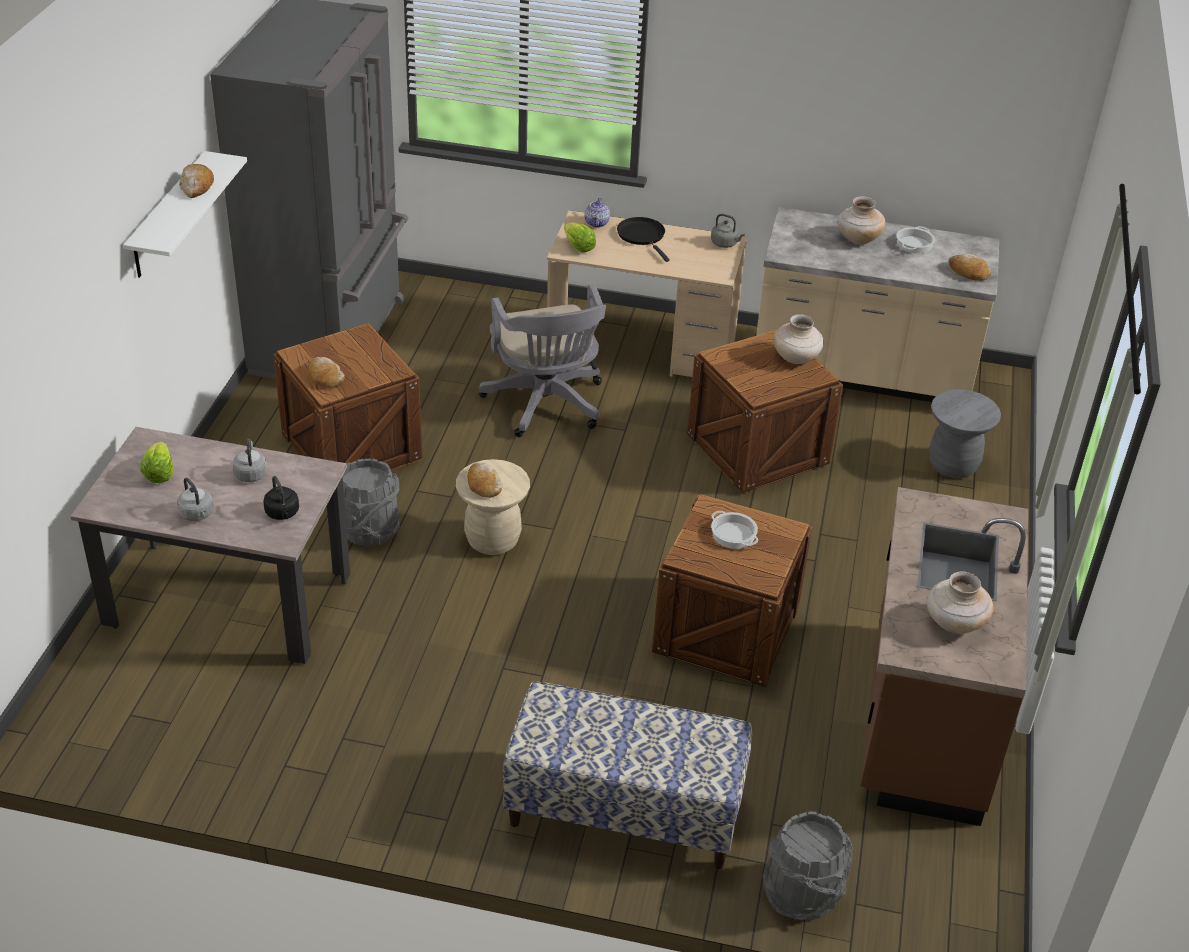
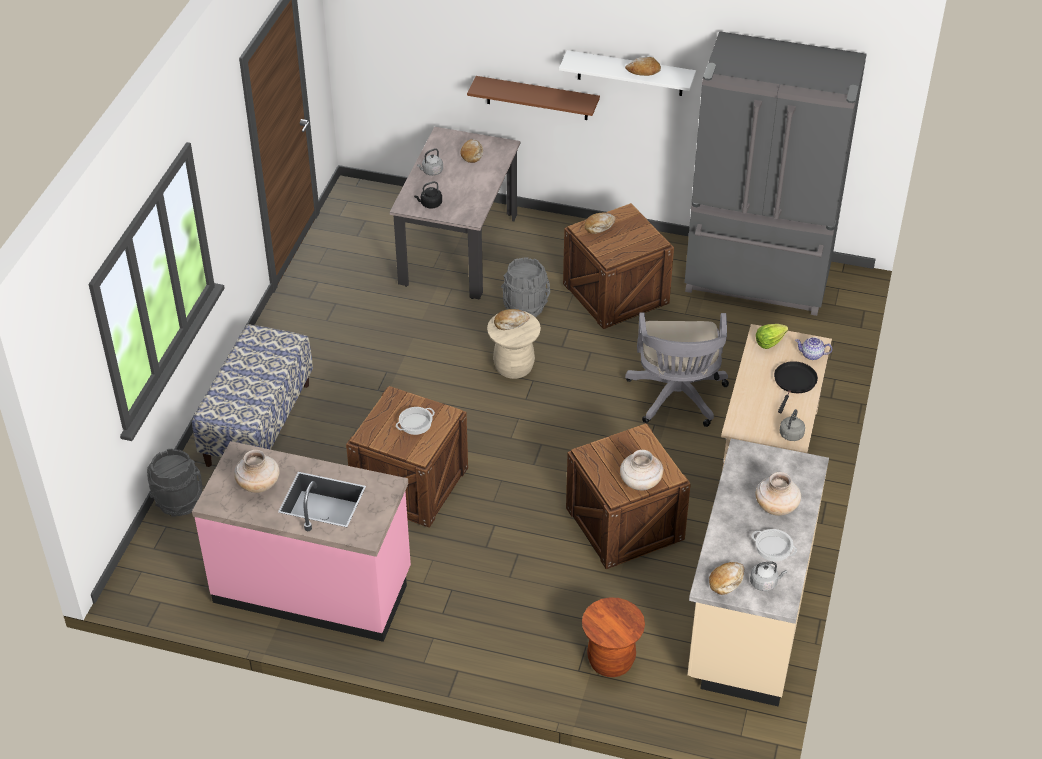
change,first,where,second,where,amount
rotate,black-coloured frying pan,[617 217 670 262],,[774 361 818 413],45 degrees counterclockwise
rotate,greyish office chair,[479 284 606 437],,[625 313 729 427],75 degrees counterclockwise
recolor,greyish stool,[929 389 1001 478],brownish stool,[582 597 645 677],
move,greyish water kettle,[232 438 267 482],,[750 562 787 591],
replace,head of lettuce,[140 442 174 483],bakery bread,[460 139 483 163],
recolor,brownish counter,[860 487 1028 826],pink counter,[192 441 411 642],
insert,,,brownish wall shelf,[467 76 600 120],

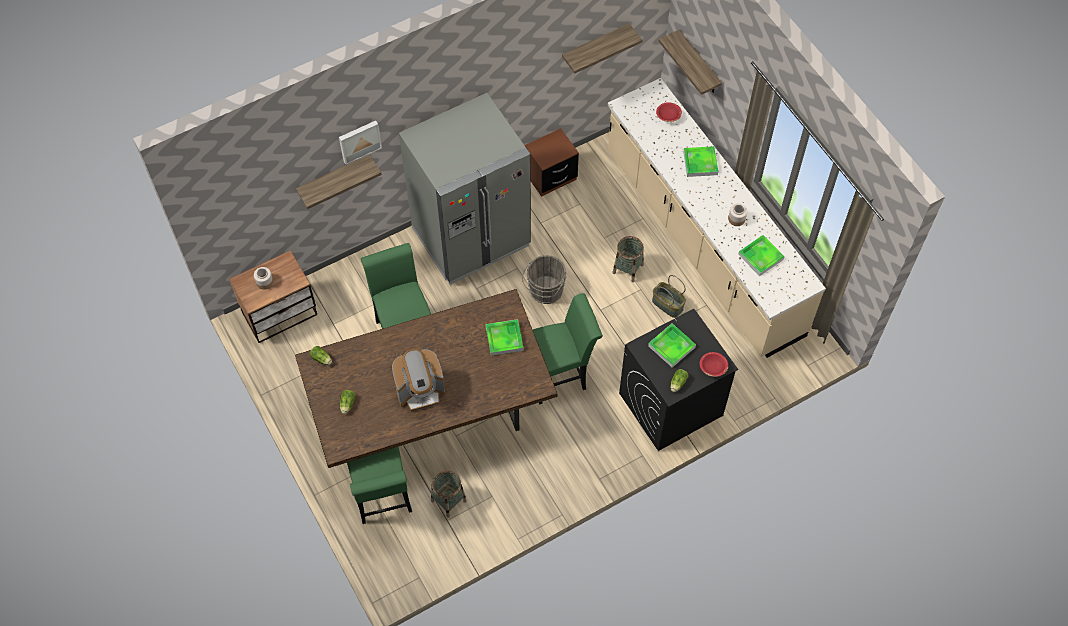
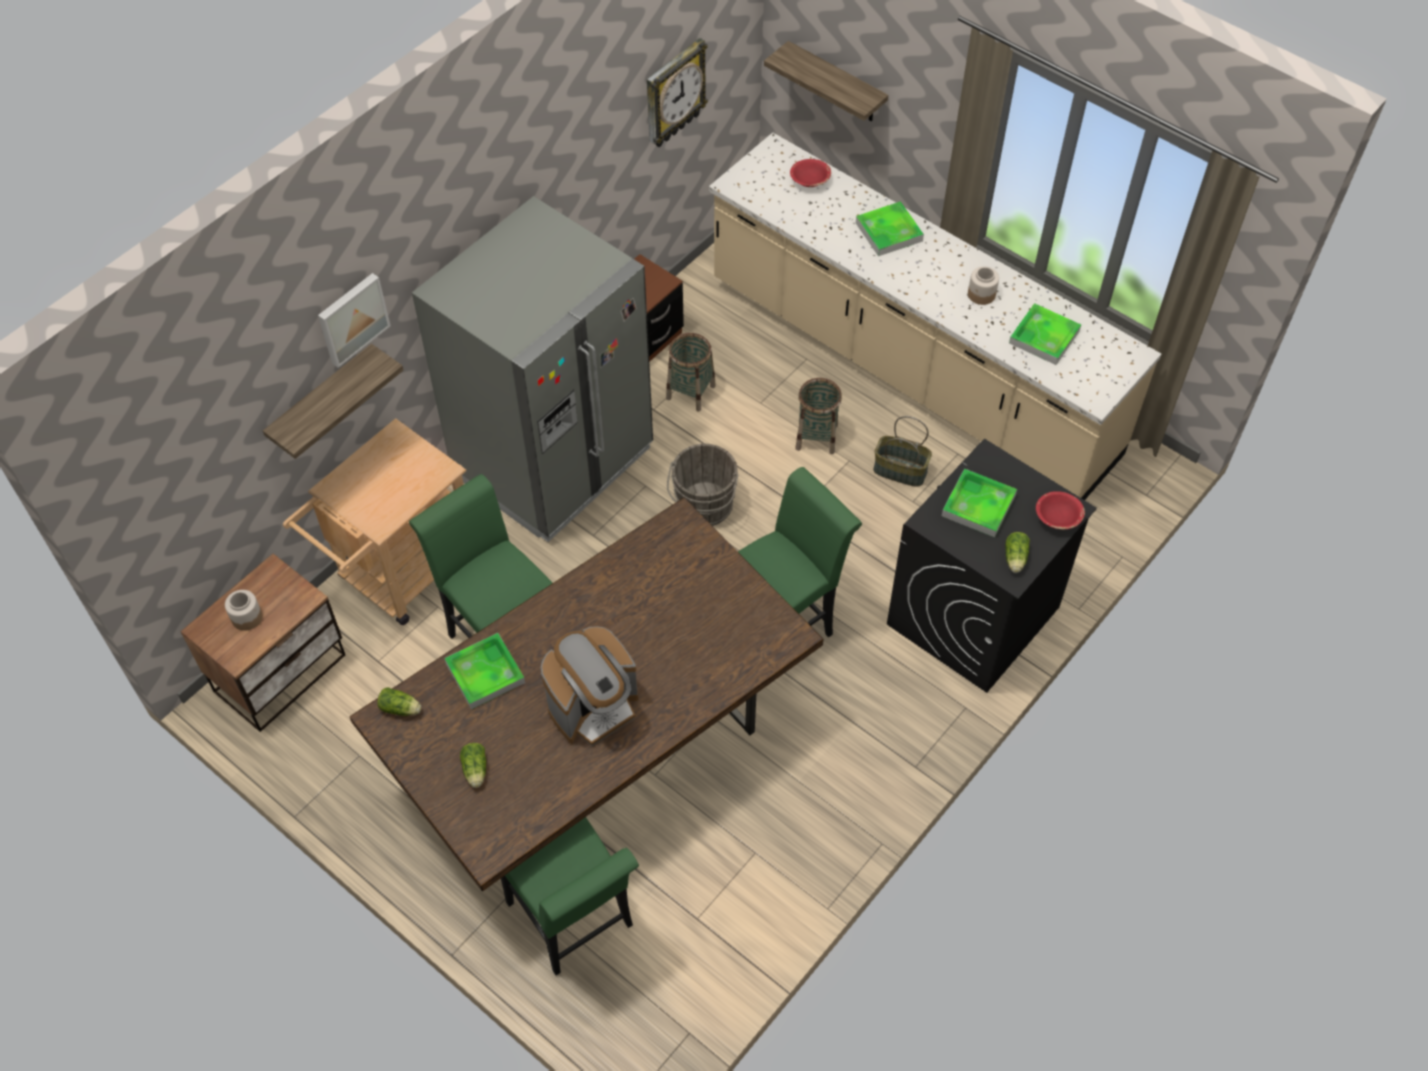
change,first,where,second,where,amount
replace,wall shelf,[562 24 642 74],wall clock,[647 38 708 147],
move,tray,[486 319 524 356],,[444 633 525 709],
move,household basket,[431 470 467 518],,[666 333 716 411],
insert,,,beige-coloured cart,[283 418 466 625],

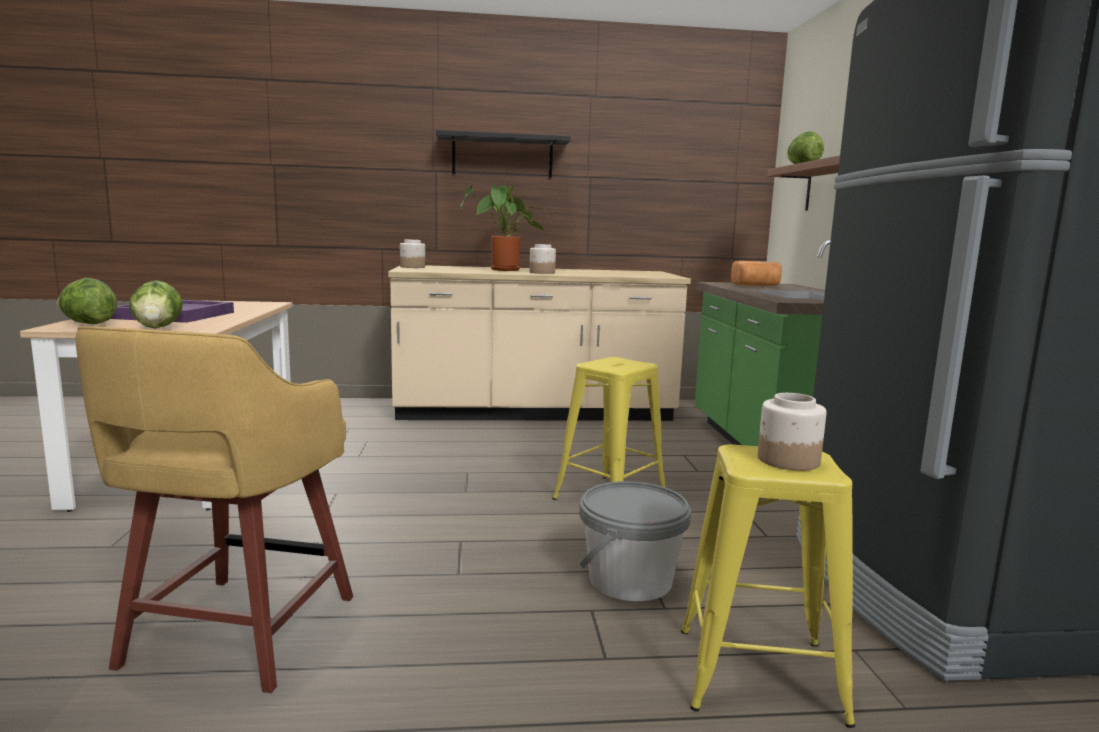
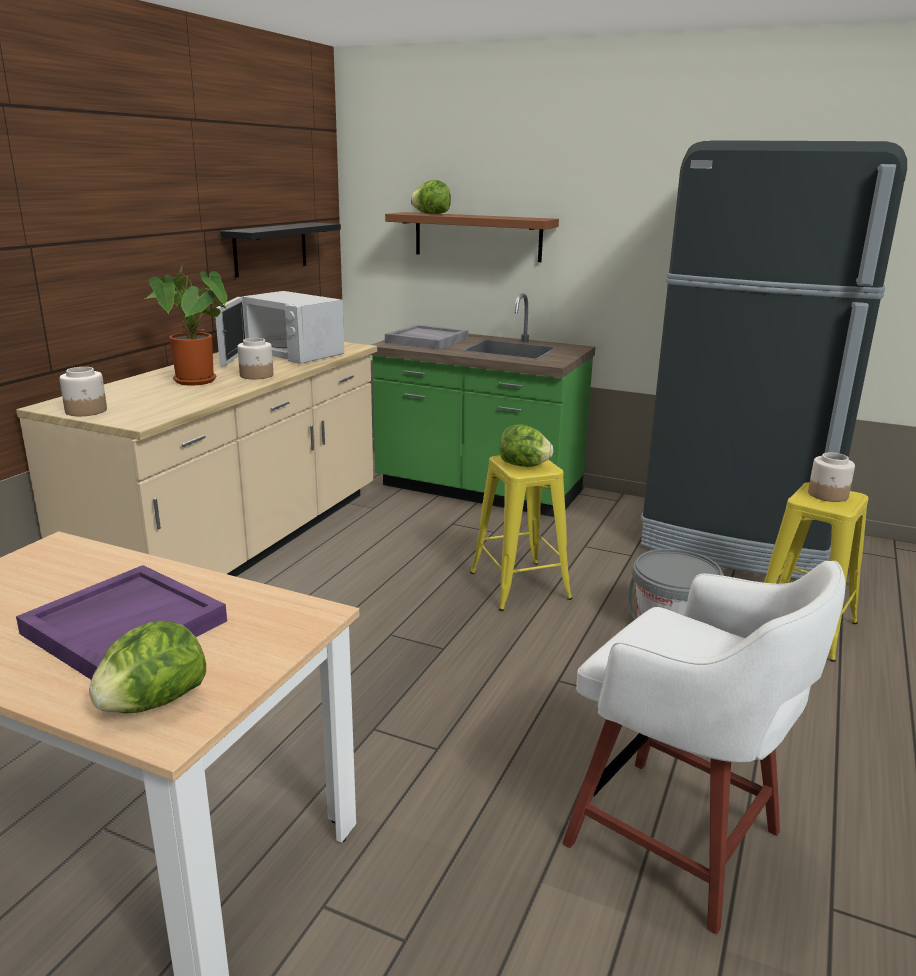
change,first,where,second,where,amount
move,black-coloured wall shelf,[436 130 571 178],,[220 222 341 278],
replace,bakery bread,[731 261 782 286],greyish tray,[385 324 468 350],
move,head of lettuce,[129 280 183 329],,[500 424 553 467],
recolor,yellow-coloured stool,[76 327 353 693],whitish stool,[563 561 846 934],
insert,,,whitish microwave,[215 291 344 366],

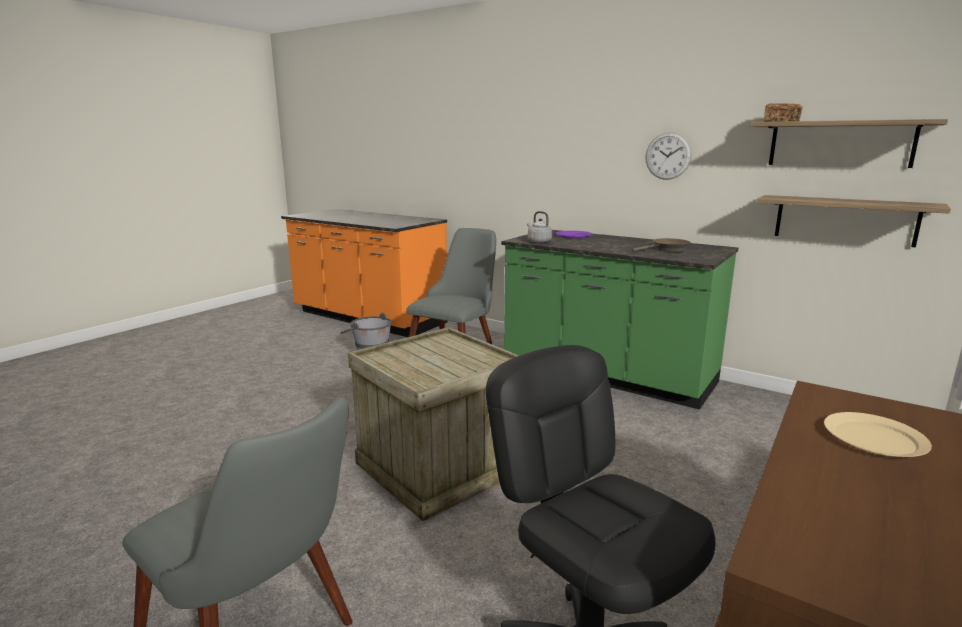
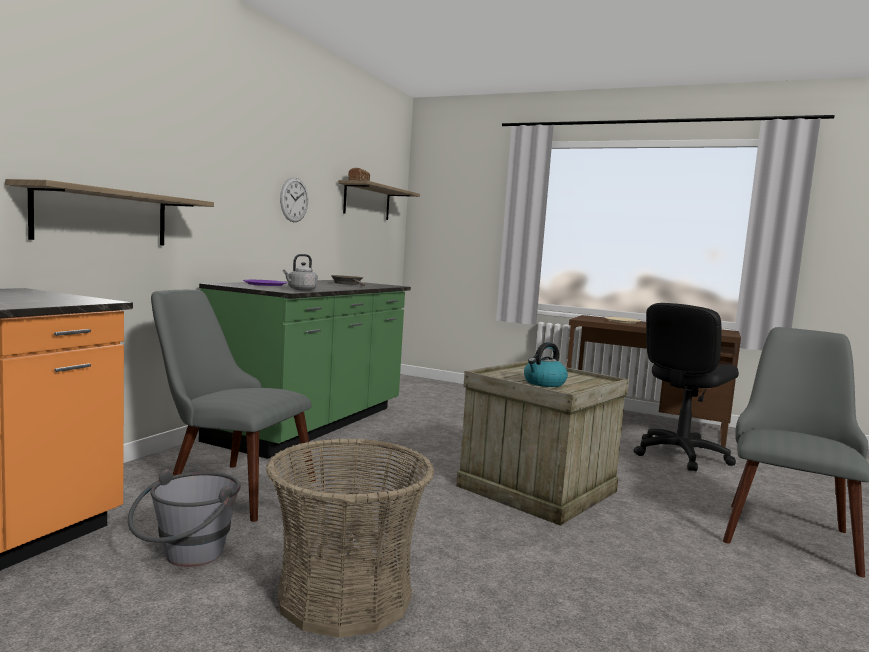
change,first,where,second,where,amount
move,wall shelf,[756 195 951 247],,[5 179 214 245],
insert,,,water kettle,[524 342 568 387],
insert,,,household basket,[266 438 434 638],

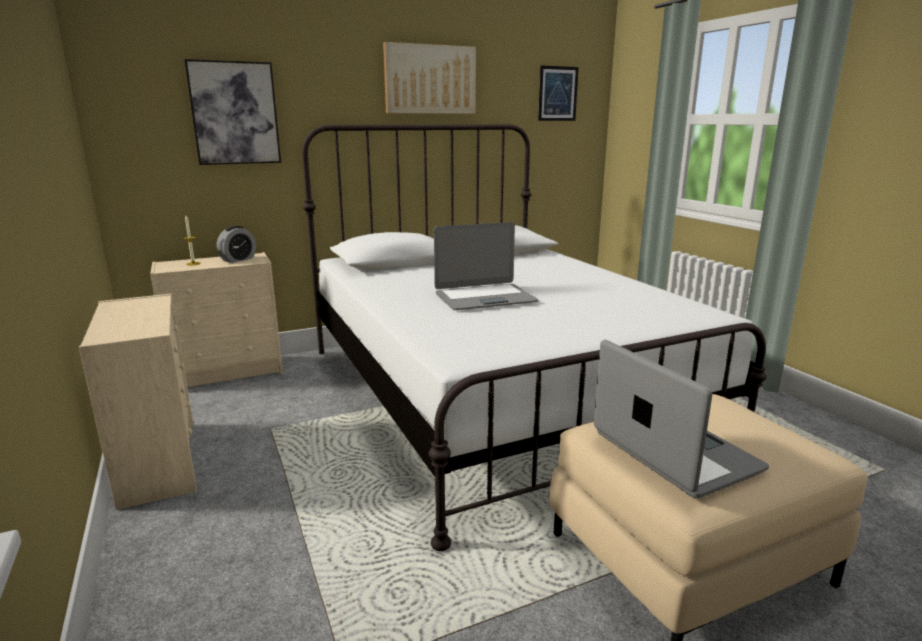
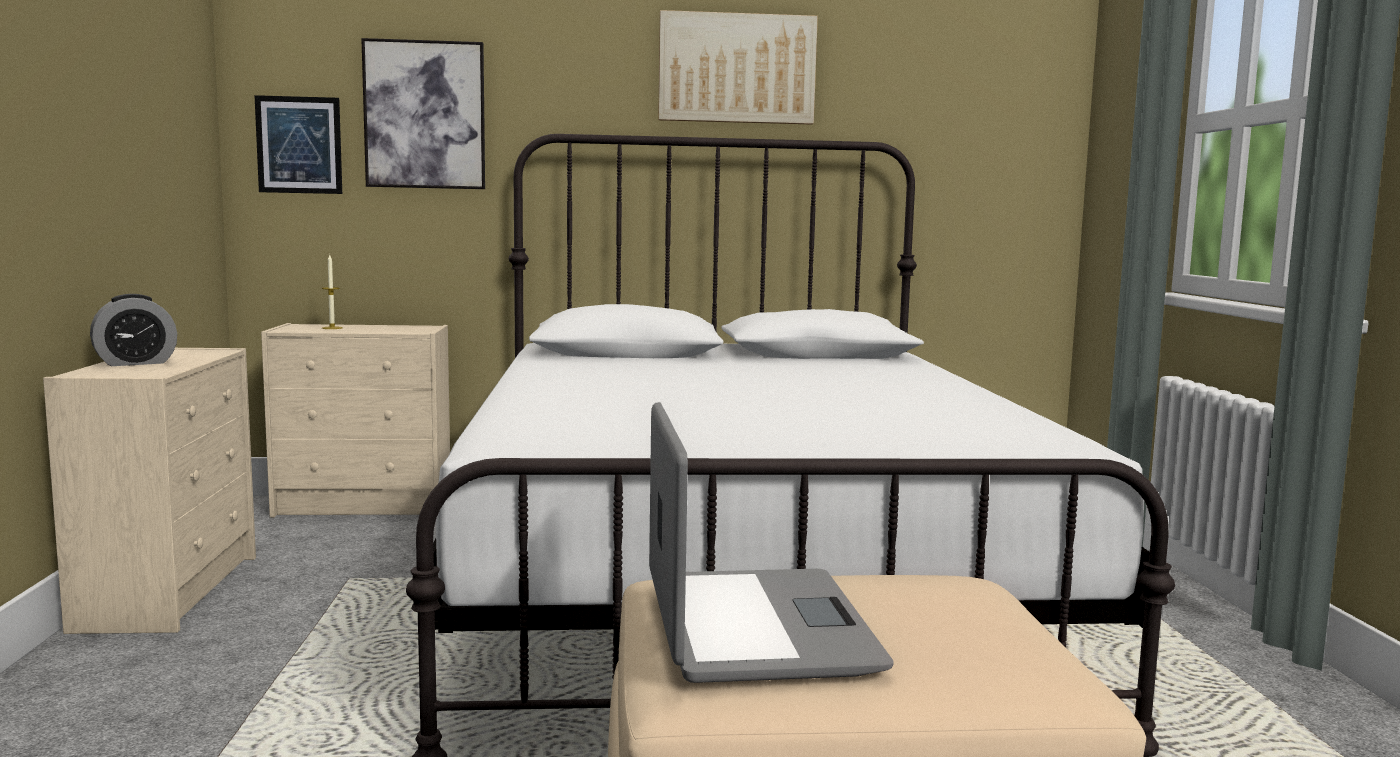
change,first,where,second,where,amount
move,wall picture,[538 65 579 121],,[255 95 342 194],
delete,portable computer,[434 222 539 310],,,
move,table clock,[217 226 256 263],,[90 294 177 366],

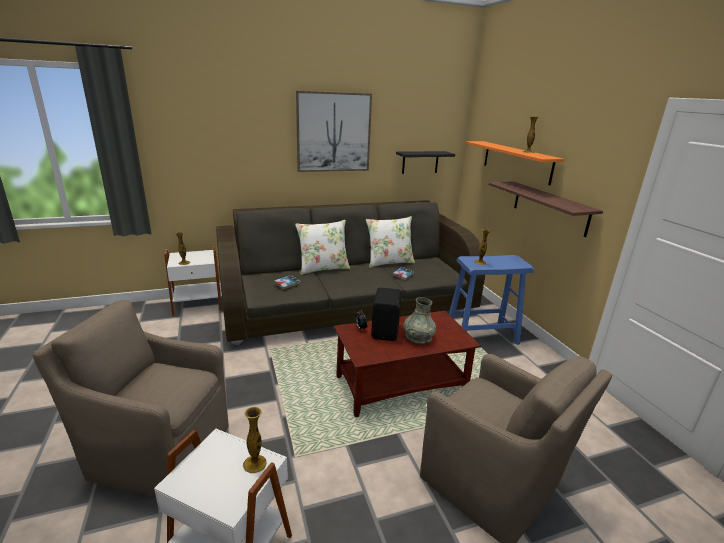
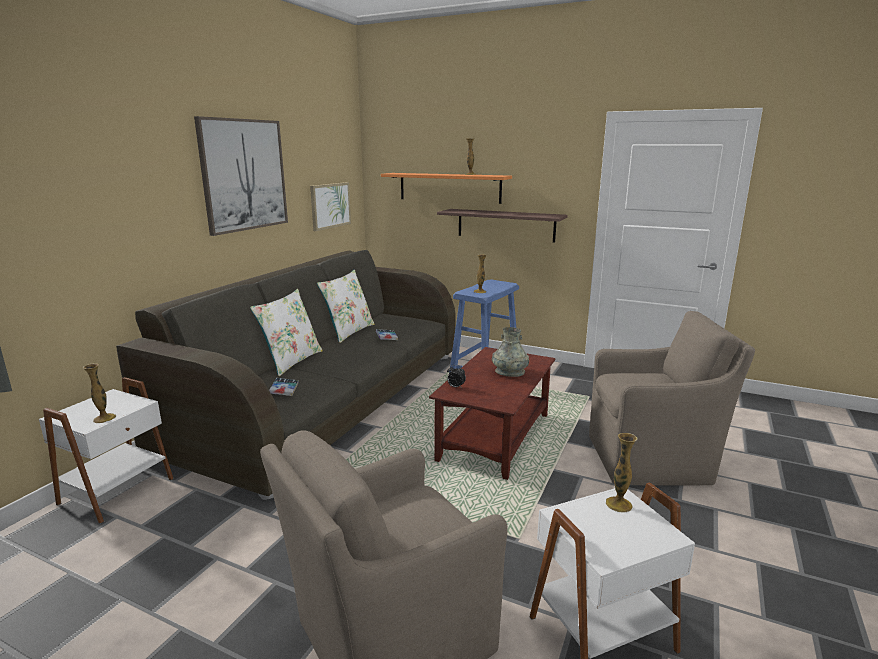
change,first,where,second,where,amount
replace,black-coloured wall shelf,[396 151 455 174],wall picture,[310 182 351 231],
delete,black-coloured audio speaker,[371 287 402 341],,,

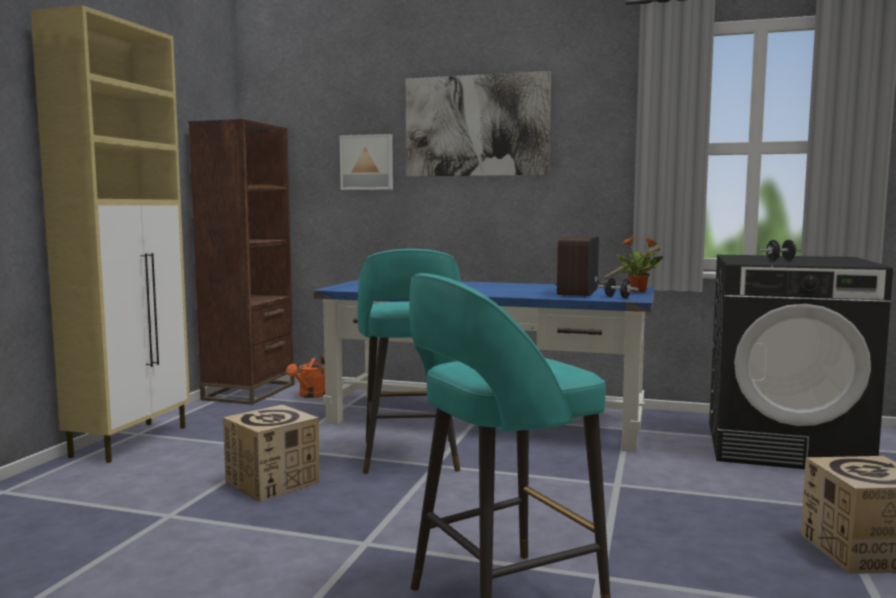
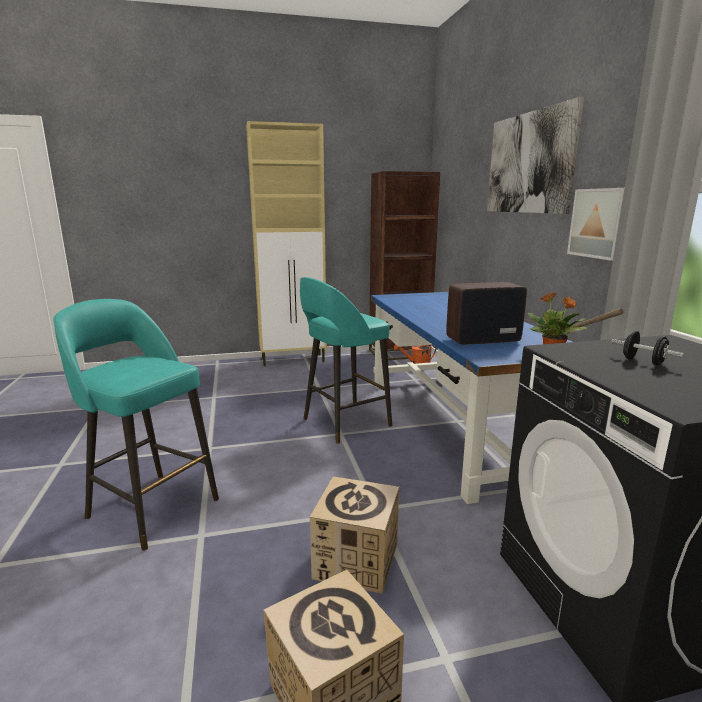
change,first,where,second,where,amount
move,wall picture,[340 134 393 190],,[567 188 625 261],
delete,black-coloured hand weight,[598 277 639 298],,,
move,cardboard box,[223 404 319 502],,[310 476 399 594],

